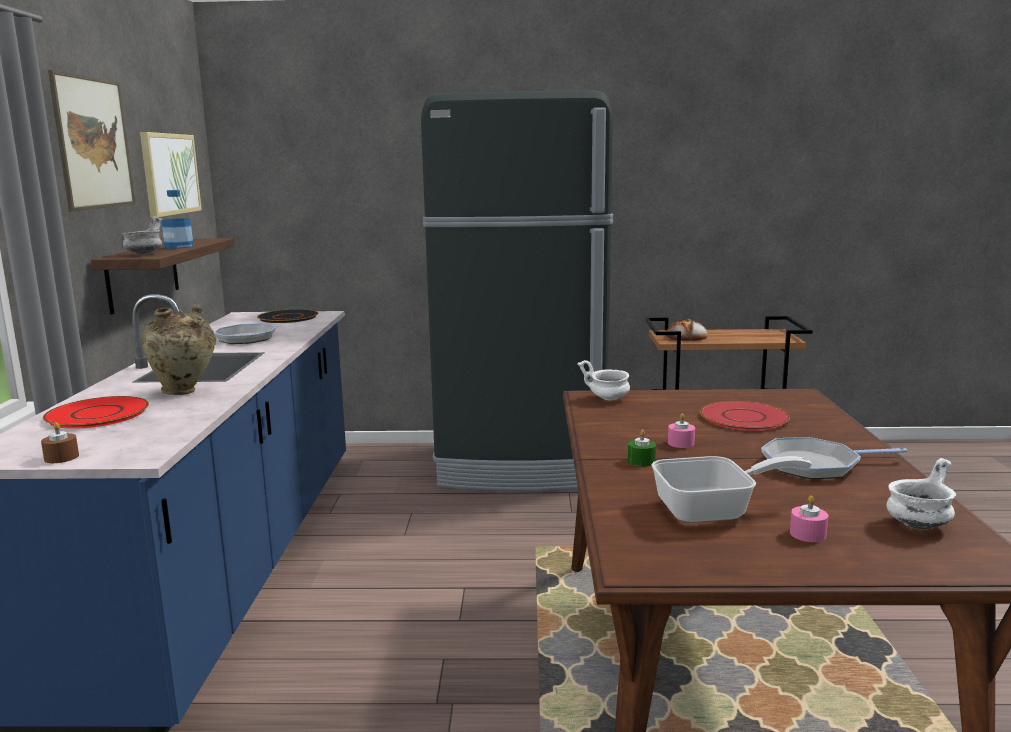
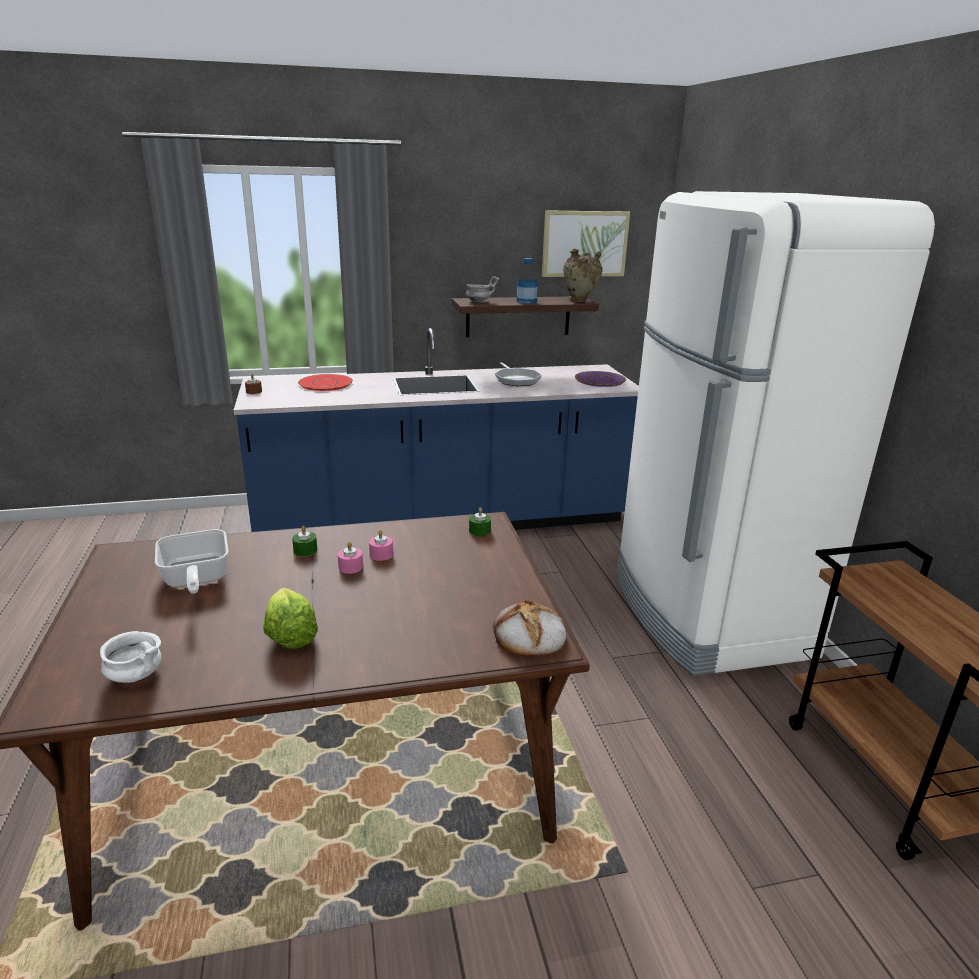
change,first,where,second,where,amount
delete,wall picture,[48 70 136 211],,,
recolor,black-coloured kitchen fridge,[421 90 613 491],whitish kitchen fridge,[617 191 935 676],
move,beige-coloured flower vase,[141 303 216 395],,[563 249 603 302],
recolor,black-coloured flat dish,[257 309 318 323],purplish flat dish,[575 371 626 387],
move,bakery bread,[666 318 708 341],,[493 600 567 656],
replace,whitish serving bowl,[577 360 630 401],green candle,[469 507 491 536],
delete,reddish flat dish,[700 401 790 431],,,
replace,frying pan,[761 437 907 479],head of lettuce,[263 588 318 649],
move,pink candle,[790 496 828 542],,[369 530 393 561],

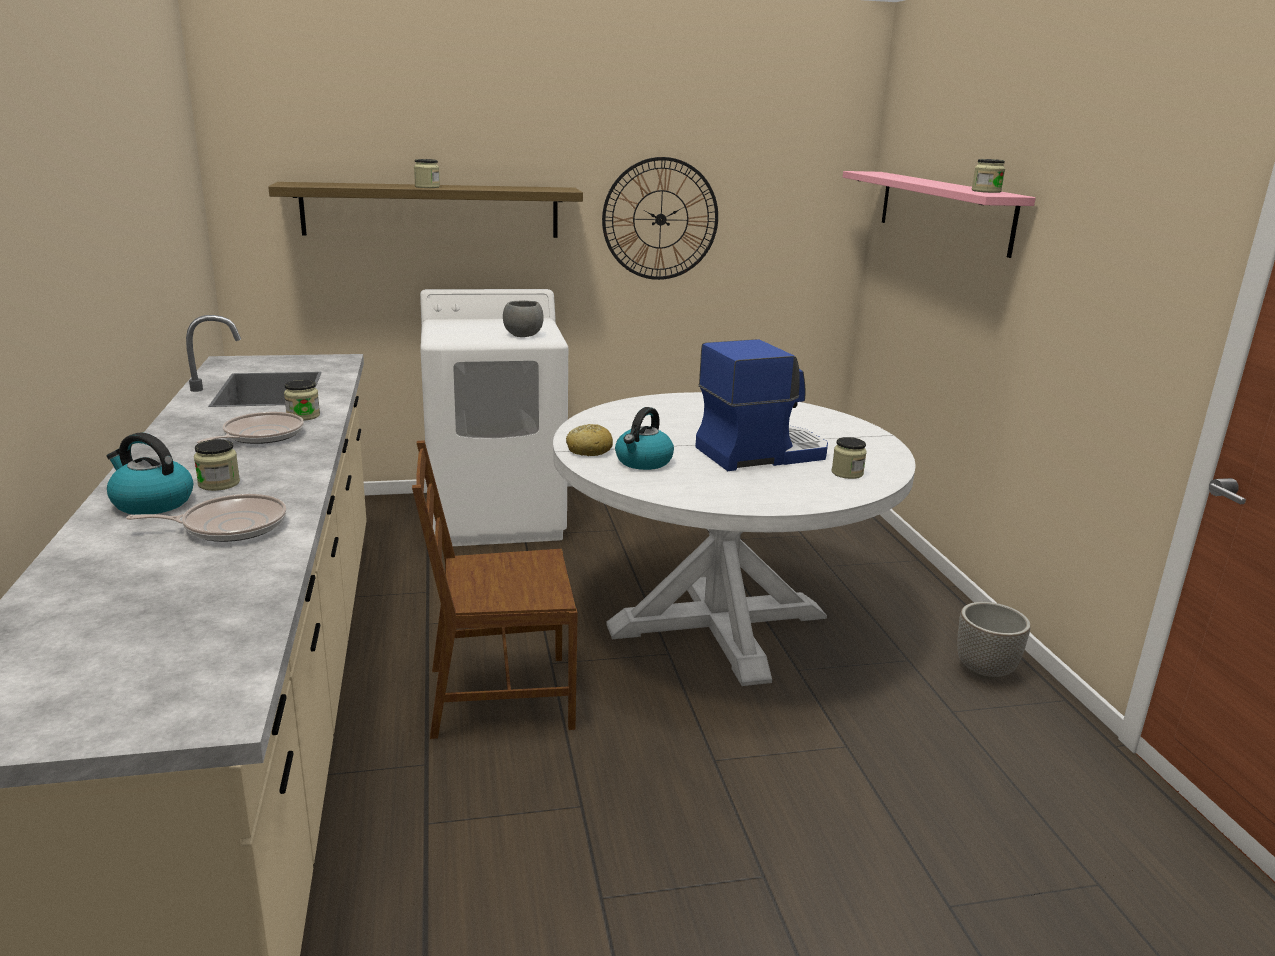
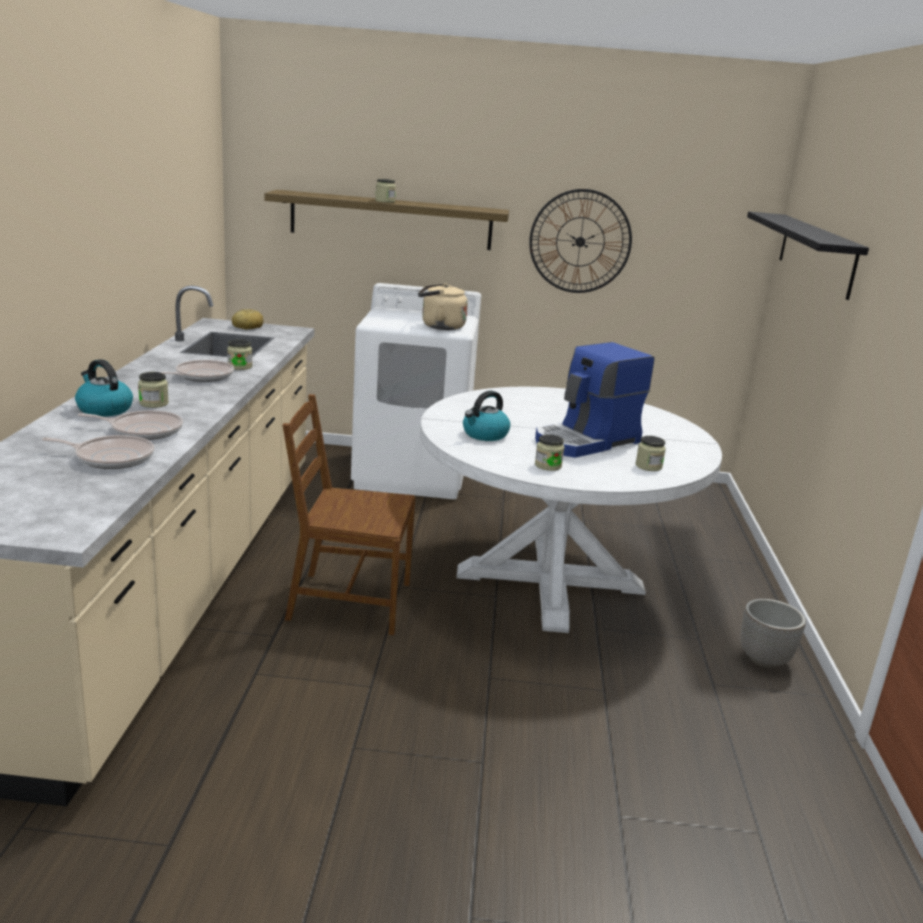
change,first,where,second,where,amount
move,jar,[972 159 1005 193],,[535 434 564 471],
recolor,pink wall shelf,[843 171 1036 258],black-coloured wall shelf,[747 212 869 300],
replace,greyish serving bowl,[503 301 544 337],beige-coloured water kettle,[418 283 468 330],
rotate,coffee maker,[695 339 828 471],,[535 342 654 458],150 degrees clockwise
move,bakery bread,[566 424 613 456],,[232 309 263 329],
insert,,,frying pan,[42 435 154 469],

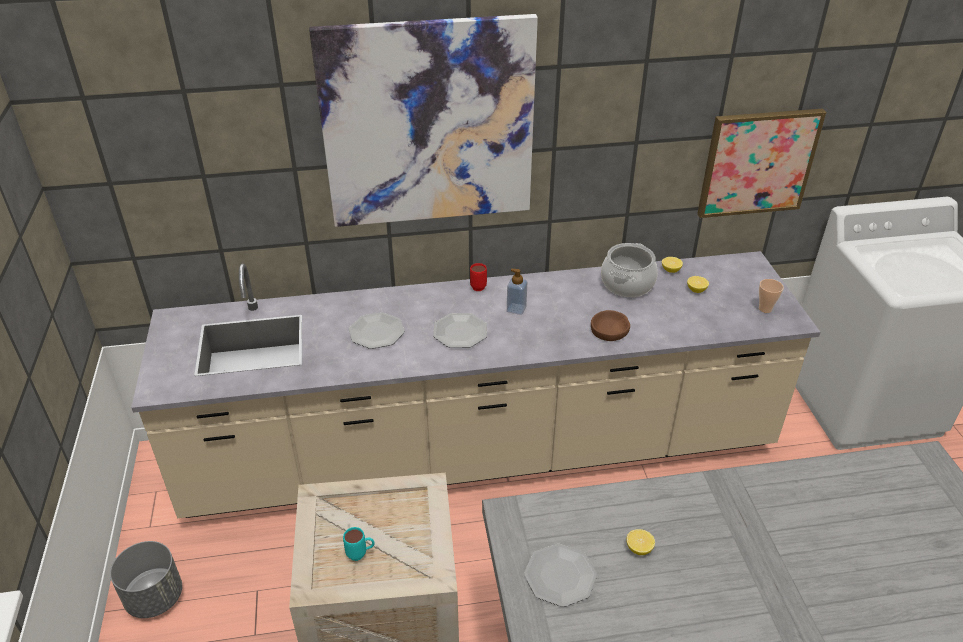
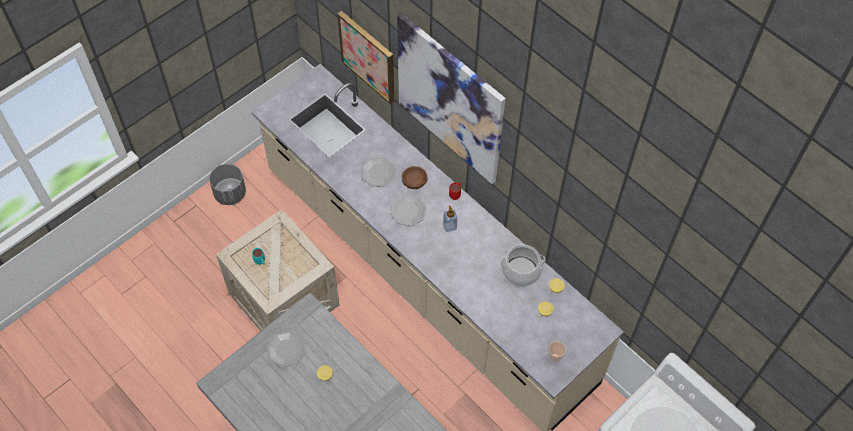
change,first,where,second,where,amount
move,wall picture,[697 109 826 218],,[337 11 394 105],
move,brownish serving bowl,[591 310 630 341],,[402 166 427 189],

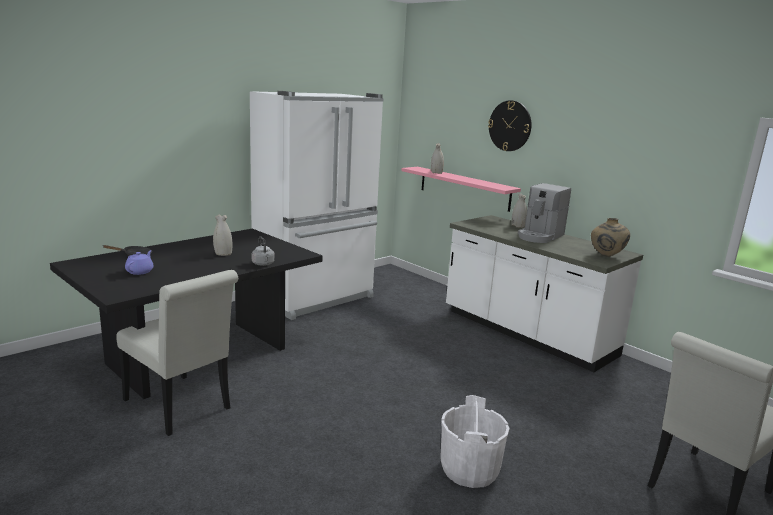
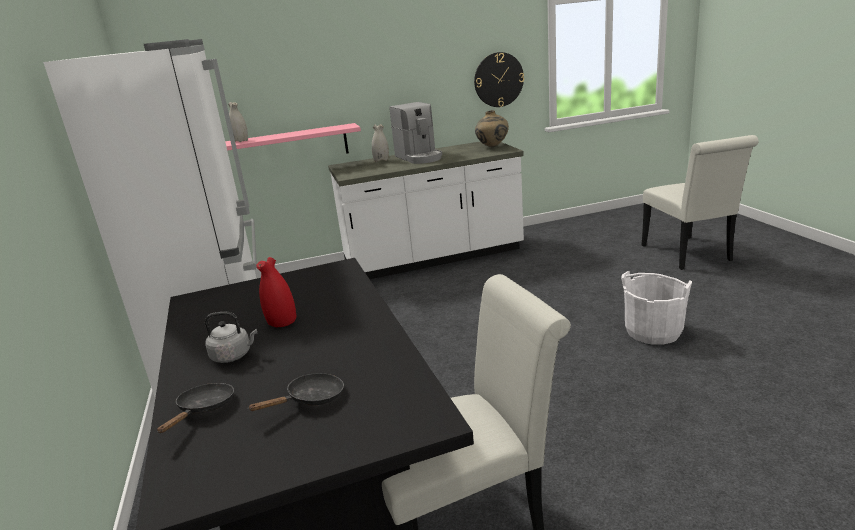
change,first,where,second,where,amount
move,wall clock,[488 100 532 151],,[474 52 524 107],
recolor,whitish flower vase,[213 214 232 256],reddish flower vase,[256 257 297 327],
move,greyish water kettle,[252 237 275 266],,[205 312 257 363],
replace,purplish pot for tea,[125 250 154 275],black-coloured frying pan,[249 373 344 411],

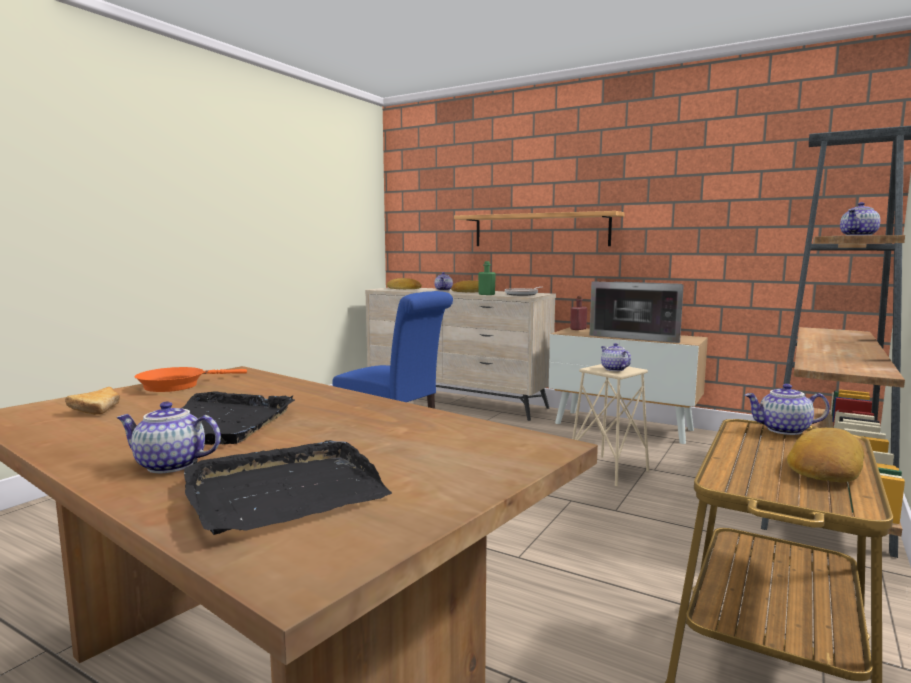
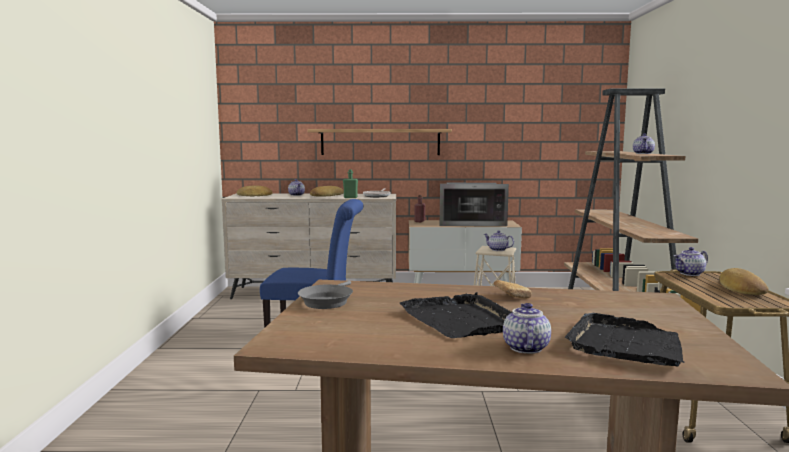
change,first,where,second,where,amount
recolor,orange-coloured frying pan,[134 367 247 392],greyish frying pan,[298 281 353 309],
move,bakery bread,[65 387 120 415],,[494 280 532 299],
rotate,pot for tea,[116 401 221 473],,[503 303 551 354],120 degrees clockwise

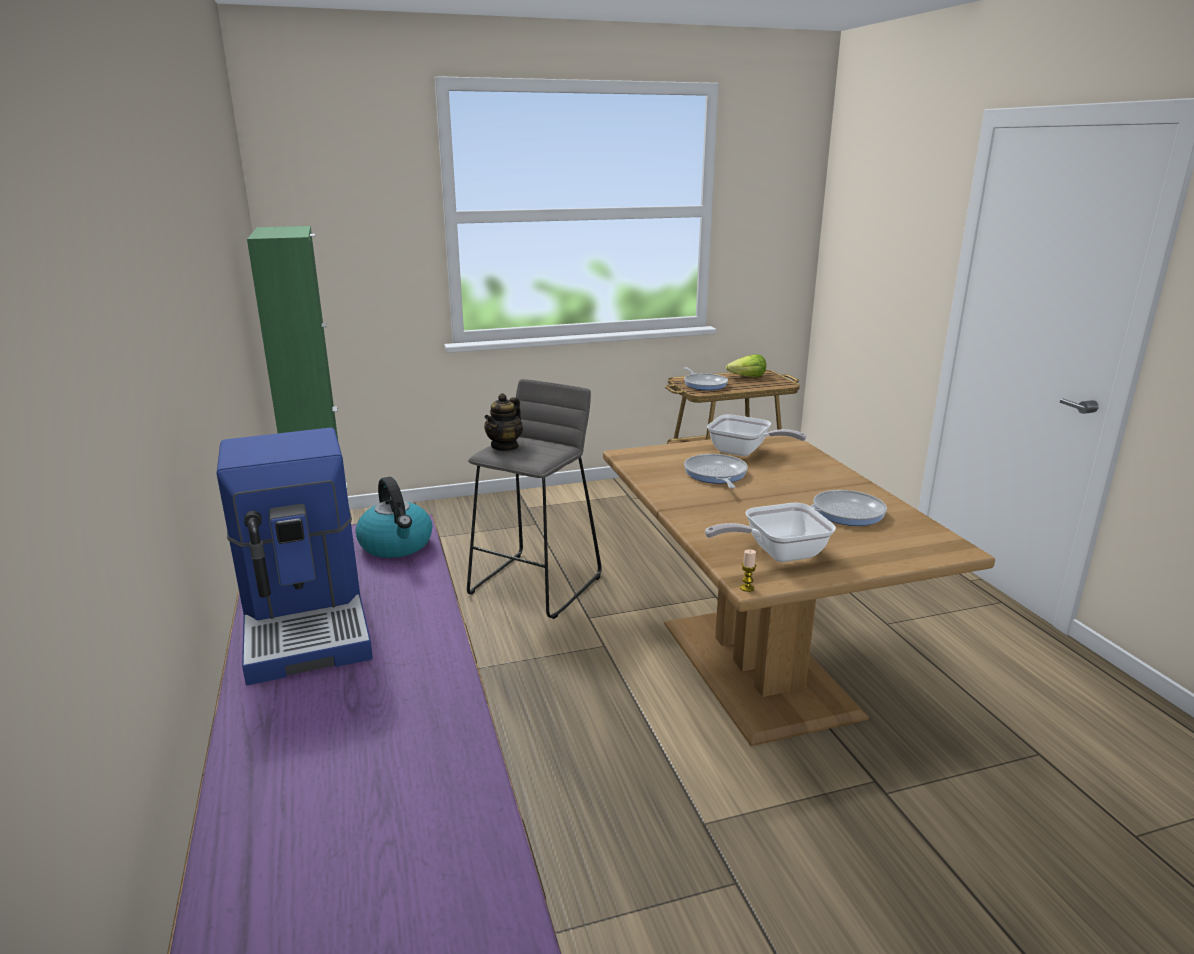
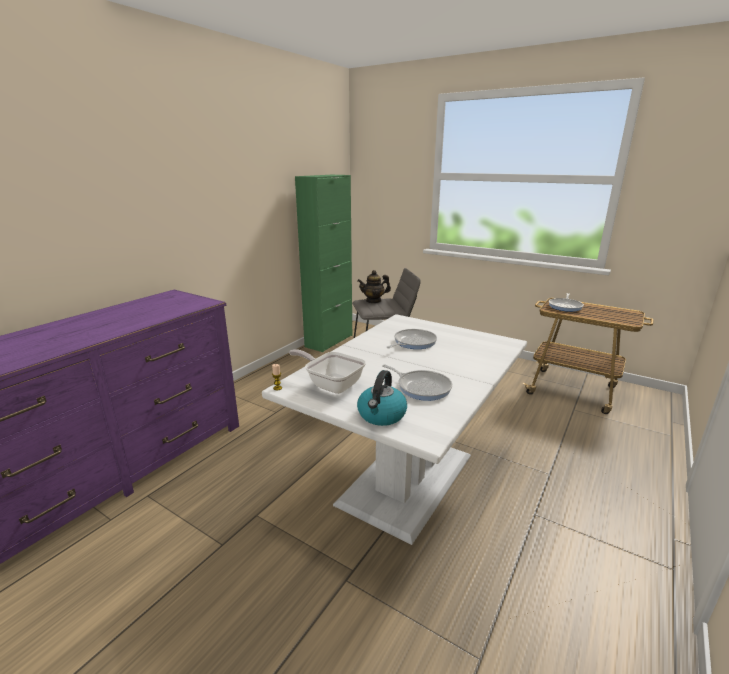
change,first,where,second,where,amount
delete,head of lettuce,[726 354 766 377],,,
delete,frying pan,[707 414 806 456],,,
delete,coffee maker,[216 428 373 685],,,
recolor,brownish dinner table,[603 436 995 746],whitish dinner table,[262 314 527 545],
move,water kettle,[355 477 432 558],,[357 370 407 426],

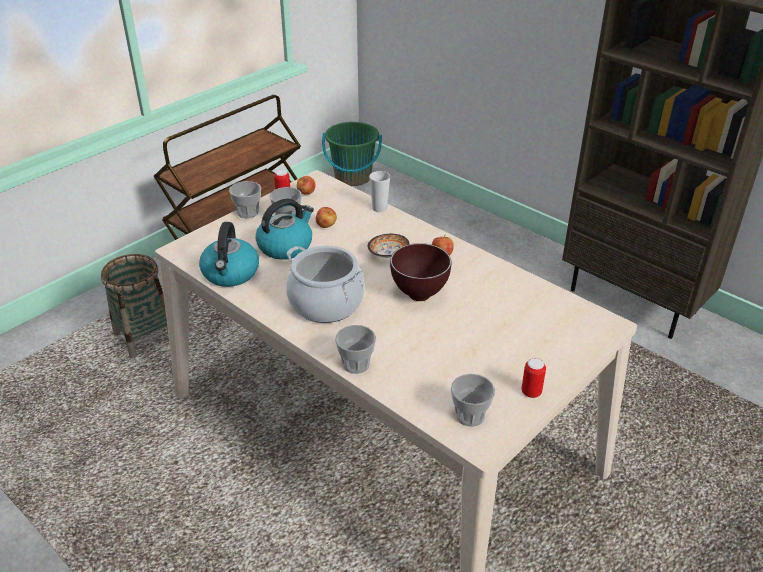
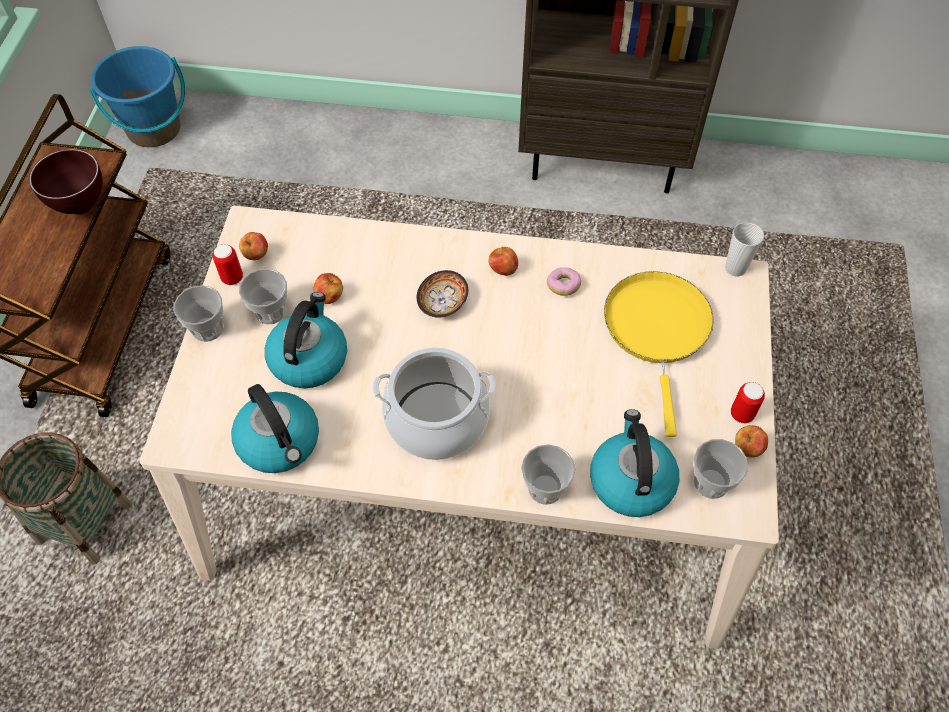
change,first,where,second,where,amount
recolor,green bucket,[322 122 382 186],bluish bucket,[89 46 185 147],
move,small cup,[369 171 390 212],,[725 222 764 276],
move,brownish serving bowl,[390 243 451 301],,[29 149 103 215],
insert,,,donut,[547 267 581 296],
insert,,,yellow-coloured frying pan,[604 271 713 437],
insert,,,water kettle,[590 409 679 517],
insert,,,apple,[735 425 768 457],

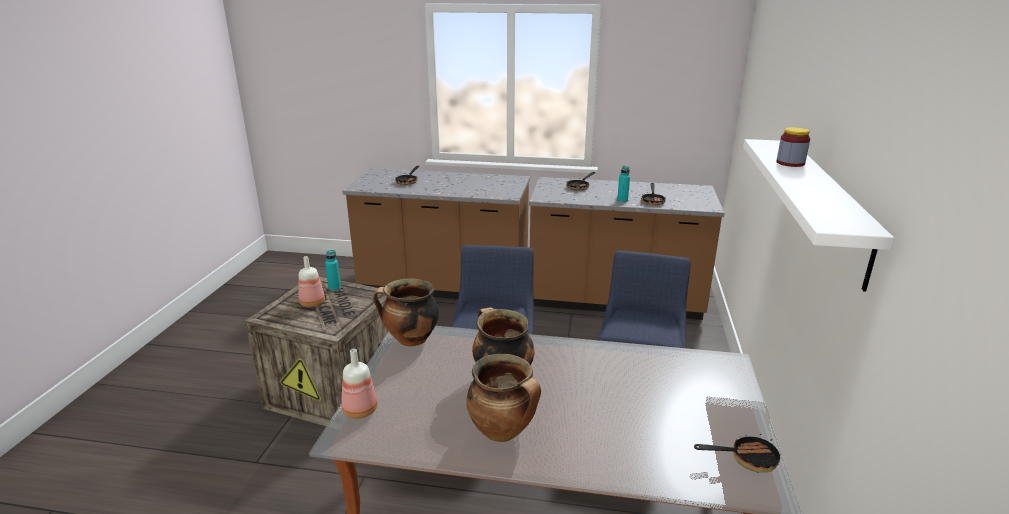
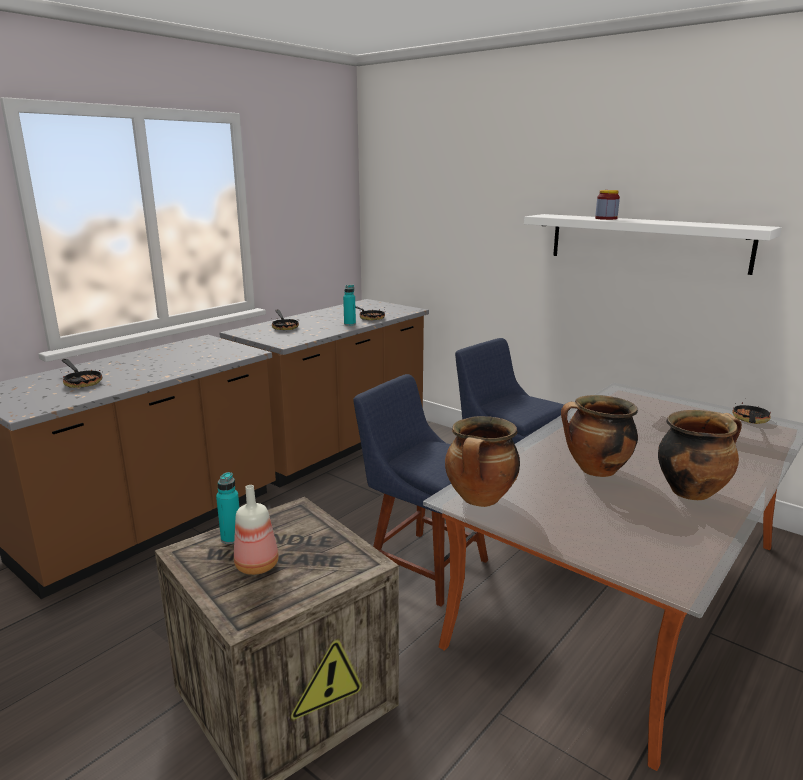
change,first,where,second,where,amount
delete,beverage bottle,[341 349 377 419],,,

